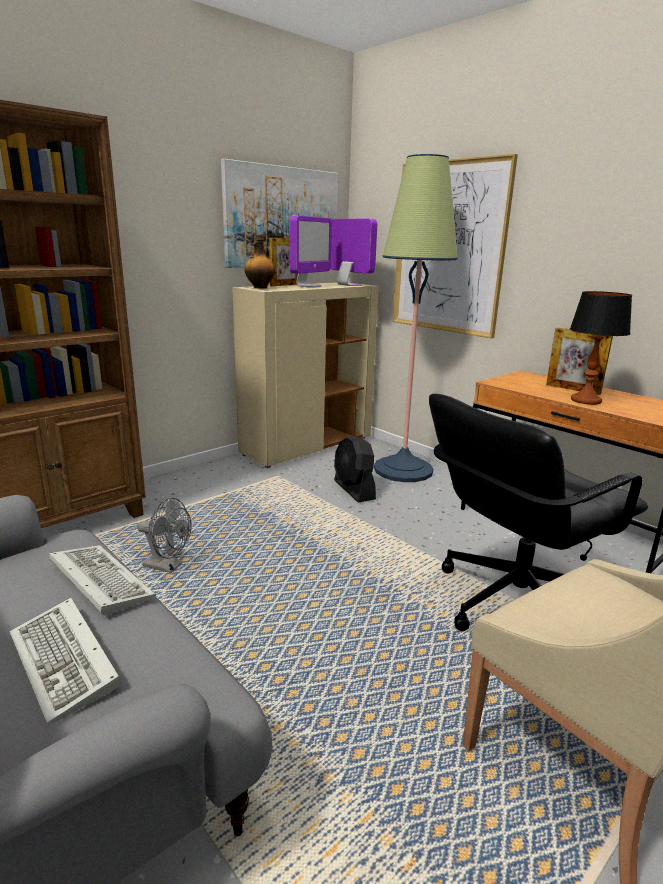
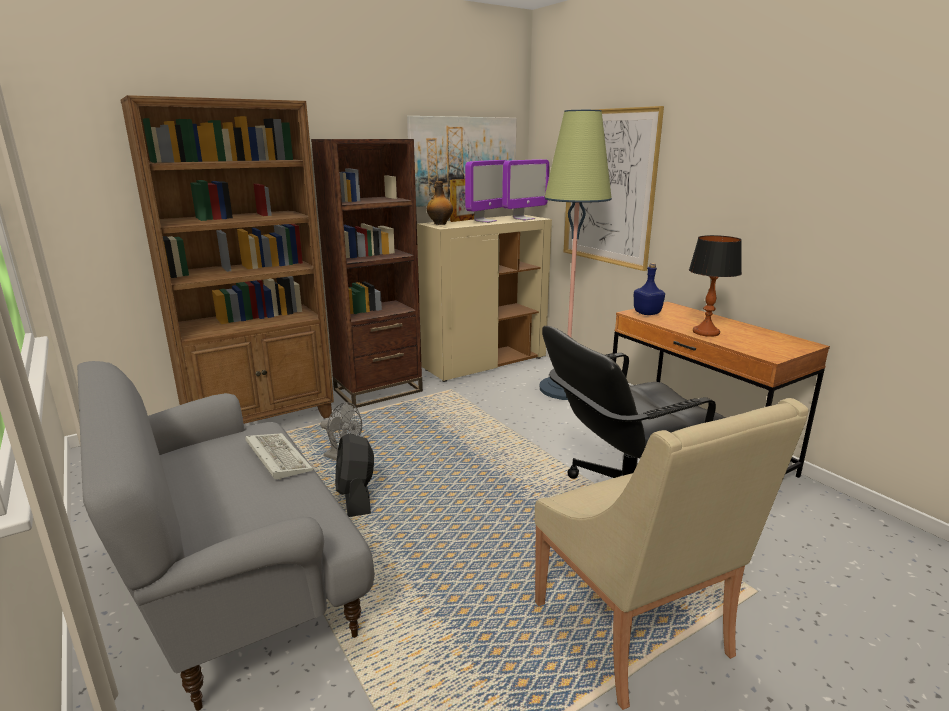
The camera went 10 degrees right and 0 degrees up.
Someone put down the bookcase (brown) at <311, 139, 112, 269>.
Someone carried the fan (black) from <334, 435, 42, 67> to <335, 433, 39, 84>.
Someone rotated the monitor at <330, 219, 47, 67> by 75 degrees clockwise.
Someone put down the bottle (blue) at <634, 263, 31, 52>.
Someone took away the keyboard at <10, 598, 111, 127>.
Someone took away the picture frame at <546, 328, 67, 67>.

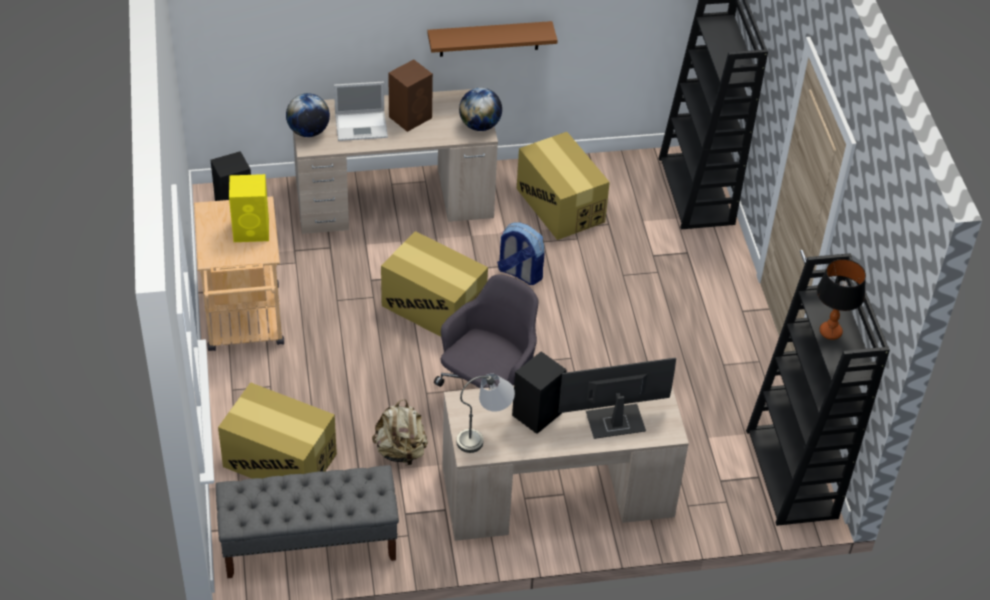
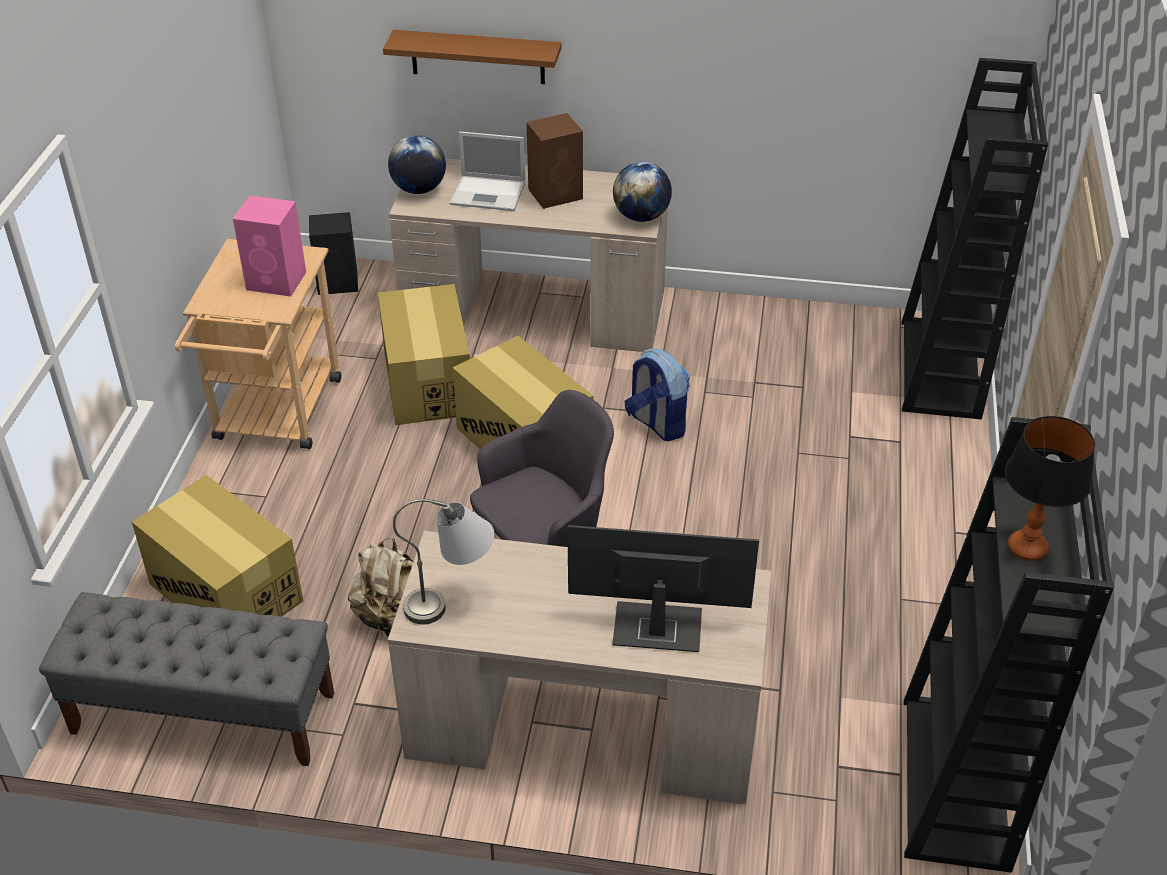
The camera went 20 degrees right and 5 degrees down.
Someone repainted the speaker (yellow) at <229, 174, 40, 68>, which became the speaker (pink) at <233, 195, 73, 102>.
Someone carried the cardboard box from <517, 132, 93, 108> to <378, 284, 92, 141>.
Someone carried the shelf (brown) from <427, 21, 131, 36> to <383, 30, 179, 54>.
Someone took away the speaker (black) at <512, 351, 55, 83>.

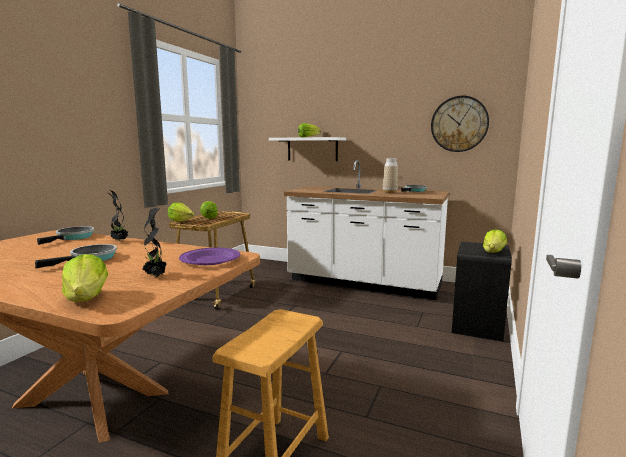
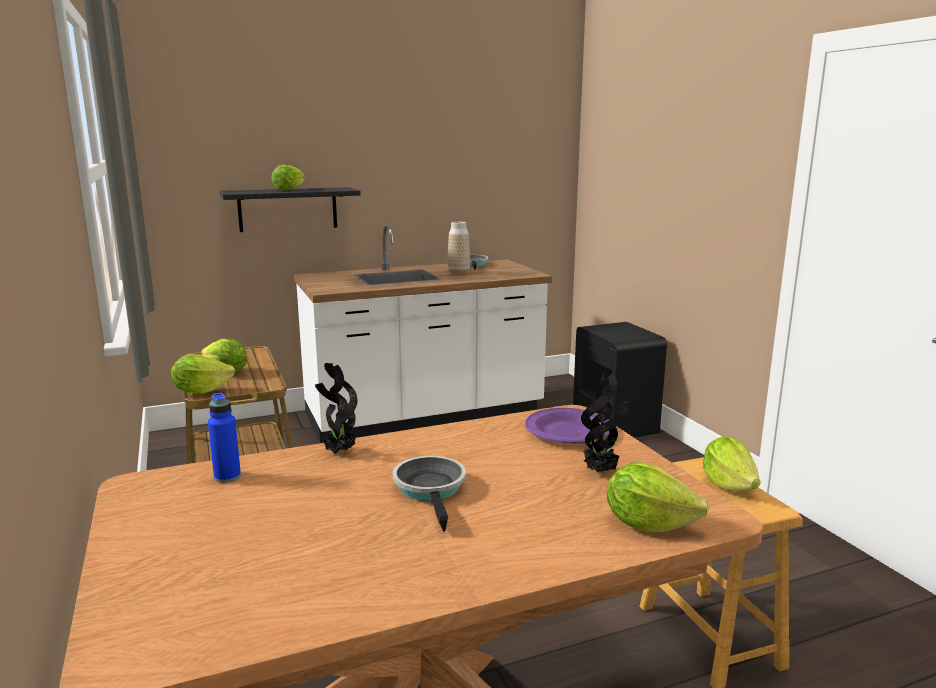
The camera went 45 degrees left and 5 degrees up.
Someone swapped the frying pan at <37, 226, 57, 19> for the bottle (blue) at <208, 393, 33, 90>.
Someone repainted the shelf (white) at <269, 137, 77, 24>, which became the shelf (black) at <220, 187, 141, 45>.
Someone carried the lettuce from <483, 229, 24, 24> to <703, 436, 58, 56>.
Someone took away the wall clock at <431, 96, 58, 56>.

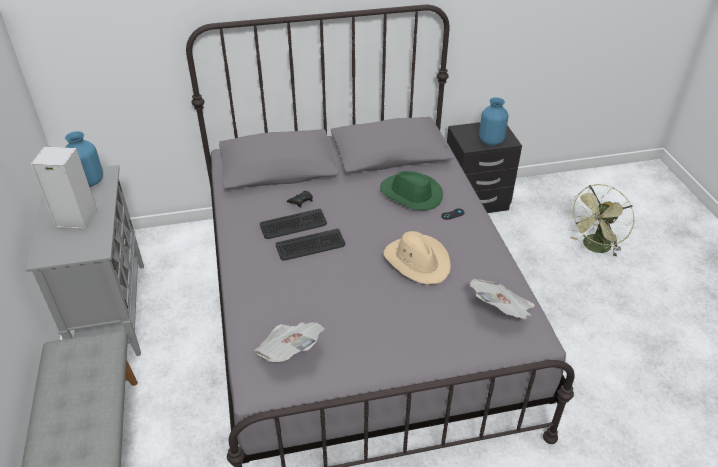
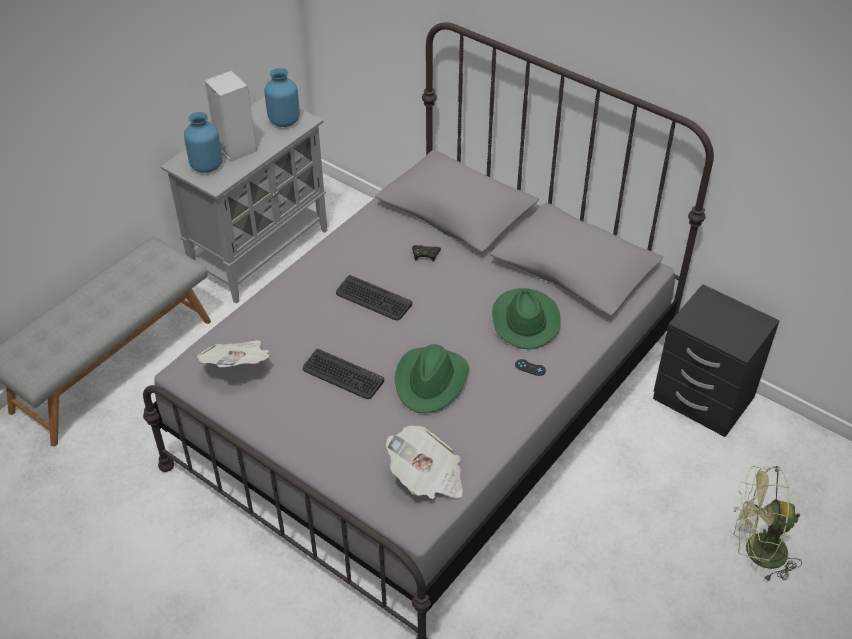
The camera went 50 degrees right and 5 degrees up.
Someone carried the vase (blue) from <479, 98, 30, 47> to <184, 112, 38, 61>.
Someone carried the keyboard from <260, 209, 67, 30> to <303, 349, 81, 50>.
Someone repainted the hat (beige) at <384, 231, 67, 53>, which became the hat (green) at <395, 344, 74, 69>.

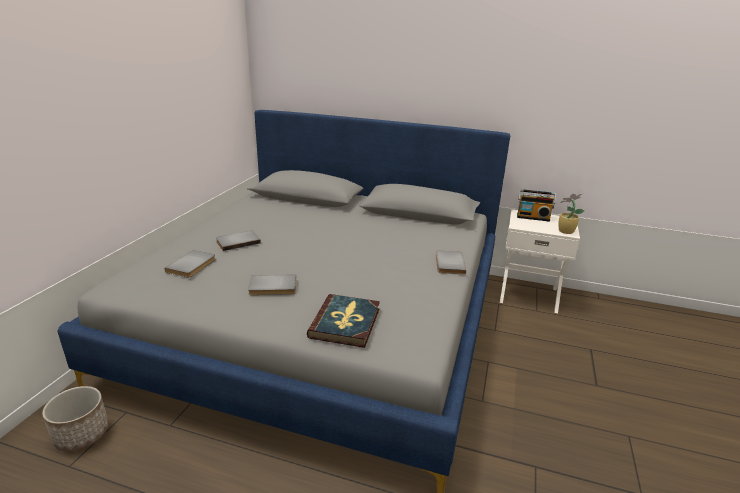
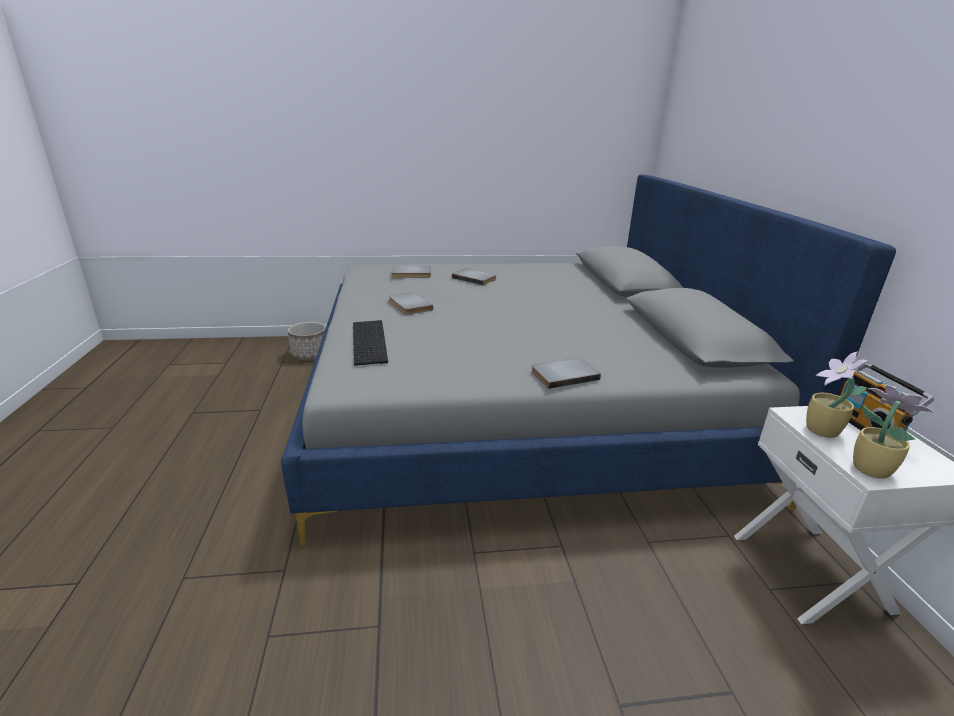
The camera went 65 degrees right and 0 degrees up.
Someone swapped the book at <307, 294, 73, 54> for the keyboard at <353, 320, 35, 46>.
Someone put down the potted plant at <806, 351, 63, 87>.

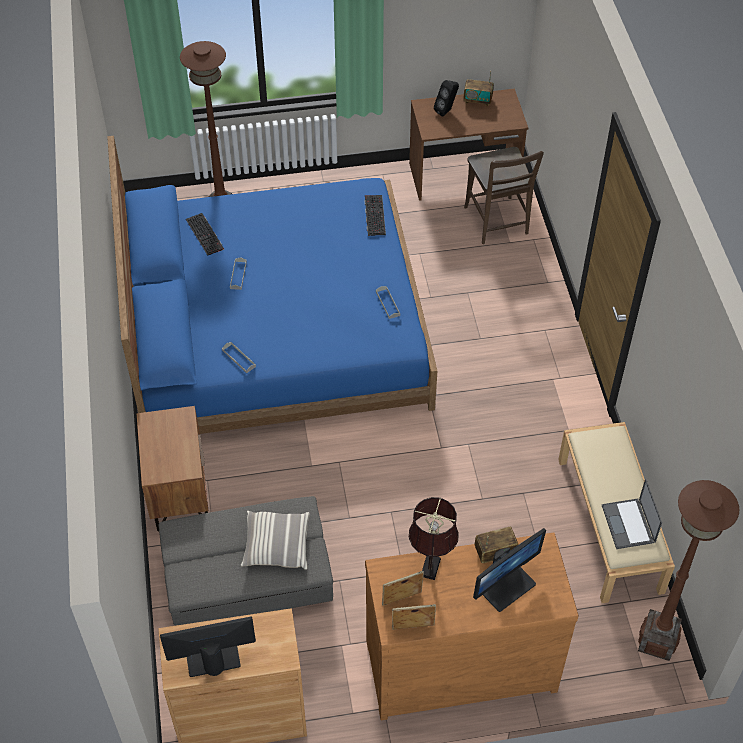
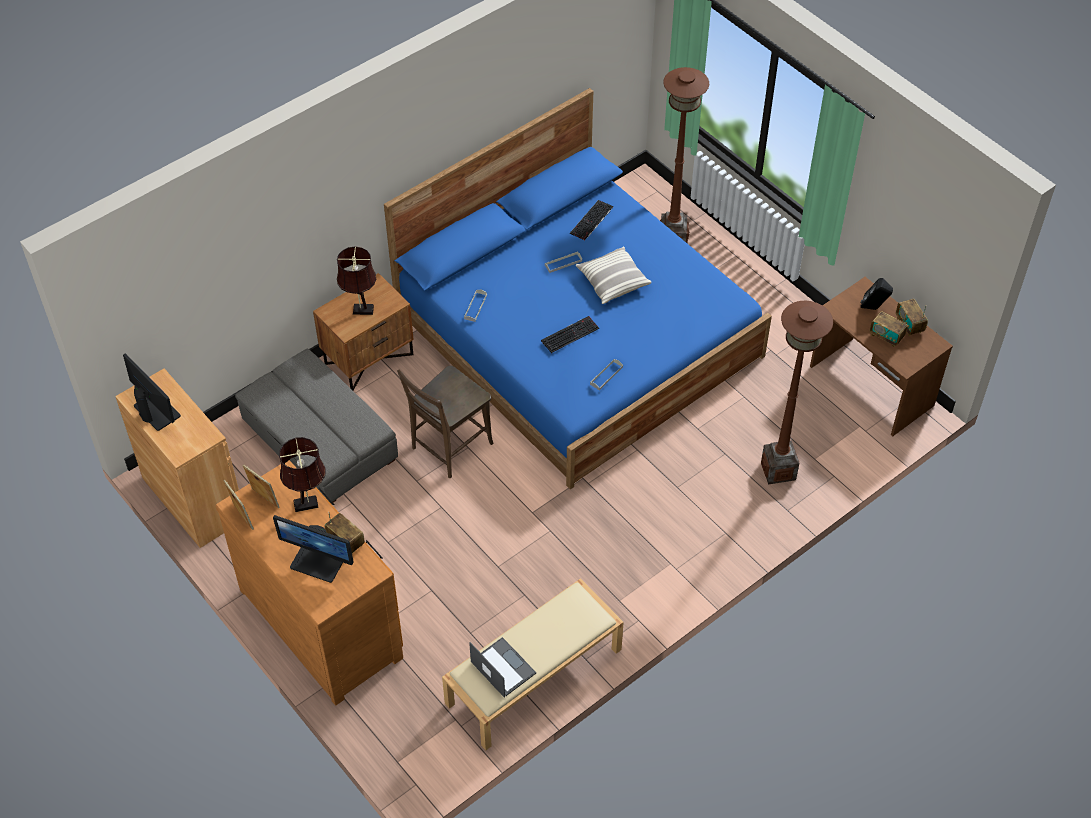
The camera went 60 degrees right and 0 degrees up.
Someone put down the table lamp (brown) at <337, 246, 39, 69>.
Someone carried the chair (brown) from <464, 147, 80, 97> to <397, 365, 96, 113>.
Someone rotated the laptop at <602, 479, 60, 70> by 90 degrees clockwise.
Someone carried the keyboard from <364, 195, 22, 41> to <541, 316, 58, 37>.
Someone carried the pillow from <241, 511, 69, 59> to <576, 246, 76, 58>.
Someone carried the floor lamp (brown) from <638, 480, 102, 181> to <761, 301, 72, 183>.
Someone put down the radio at <870, 311, 38, 36>.

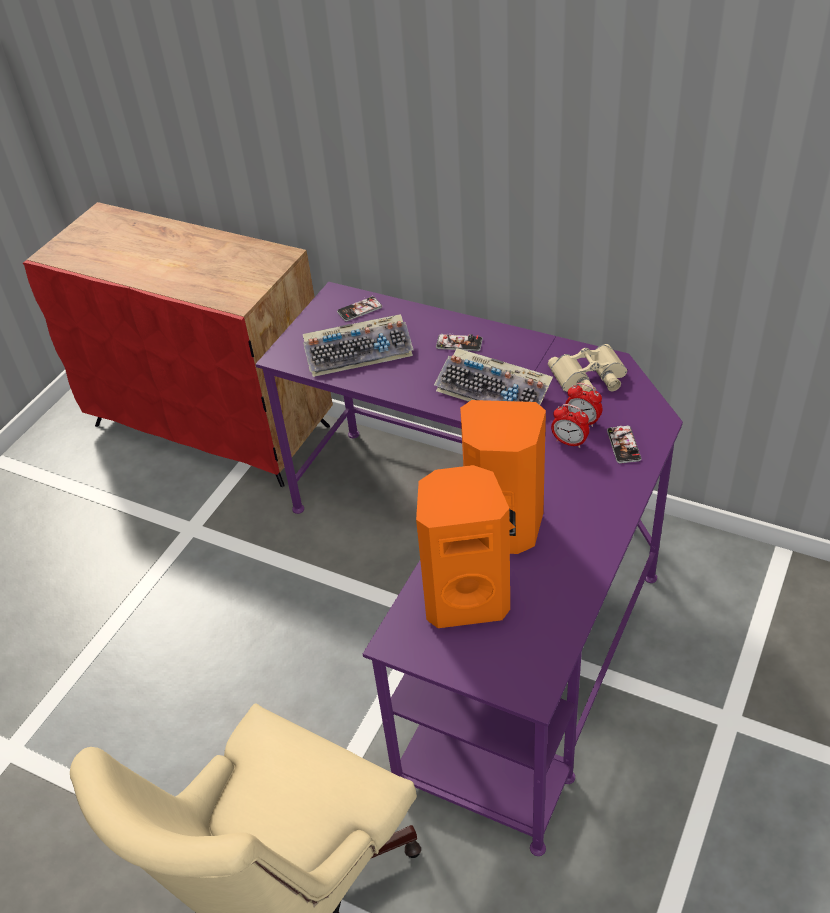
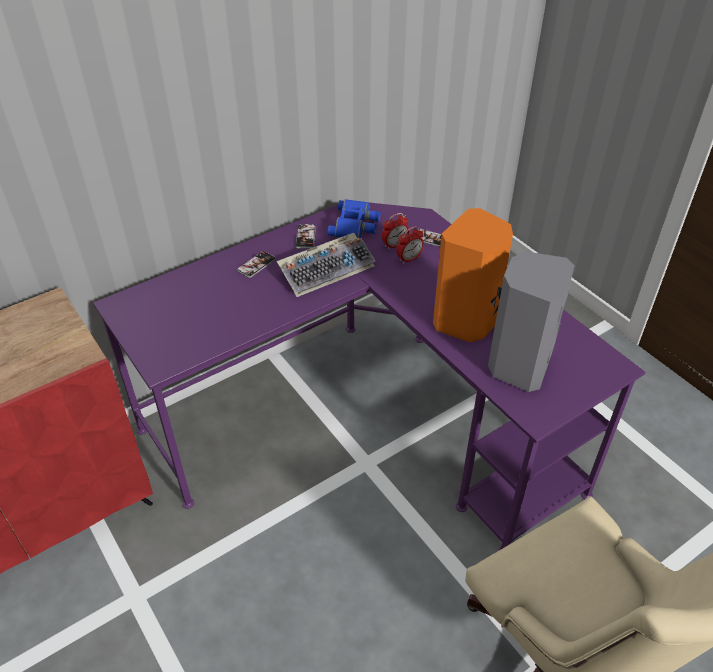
The camera went 65 degrees left and 0 degrees up.
Someone carried the phone from <337, 296, 46, 25> to <296, 224, 20, 25>.
Someone repainted the binoculars (beige) at <548, 344, 79, 48>, which became the binoculars (blue) at <328, 199, 52, 40>.
Someone repainted the speaker (orange) at <416, 465, 94, 163>, which became the speaker (grey) at <488, 251, 87, 141>.
Someone took away the keyboard at <303, 314, 111, 63>.

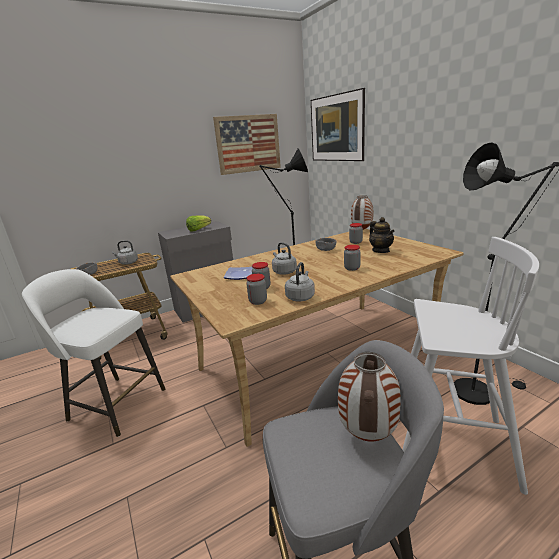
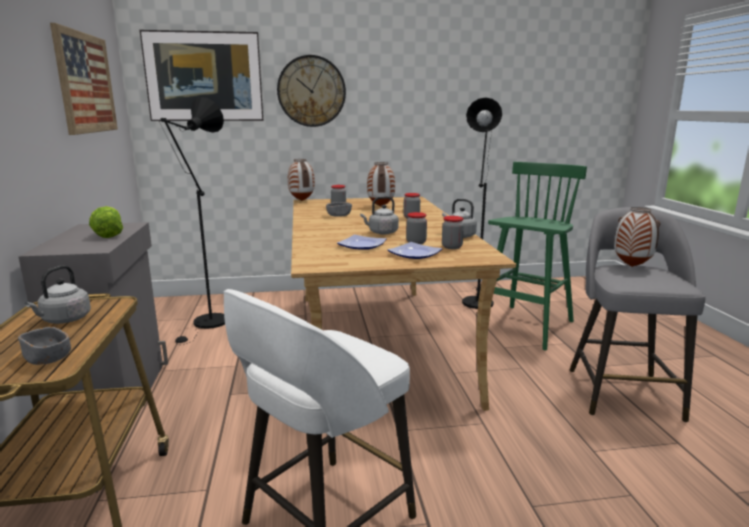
The camera went 70 degrees left and 5 degrees down.
Someone put up the wall clock at <277, 55, 69, 72>.
Someone swapped the teapot at <369, 217, 26, 36> for the vase at <367, 162, 28, 45>.
Someone put down the plate at <387, 242, 55, 17>.
Someone repainted the stool (white) at <402, 237, 137, 258>, which became the stool (green) at <488, 162, 99, 189>.

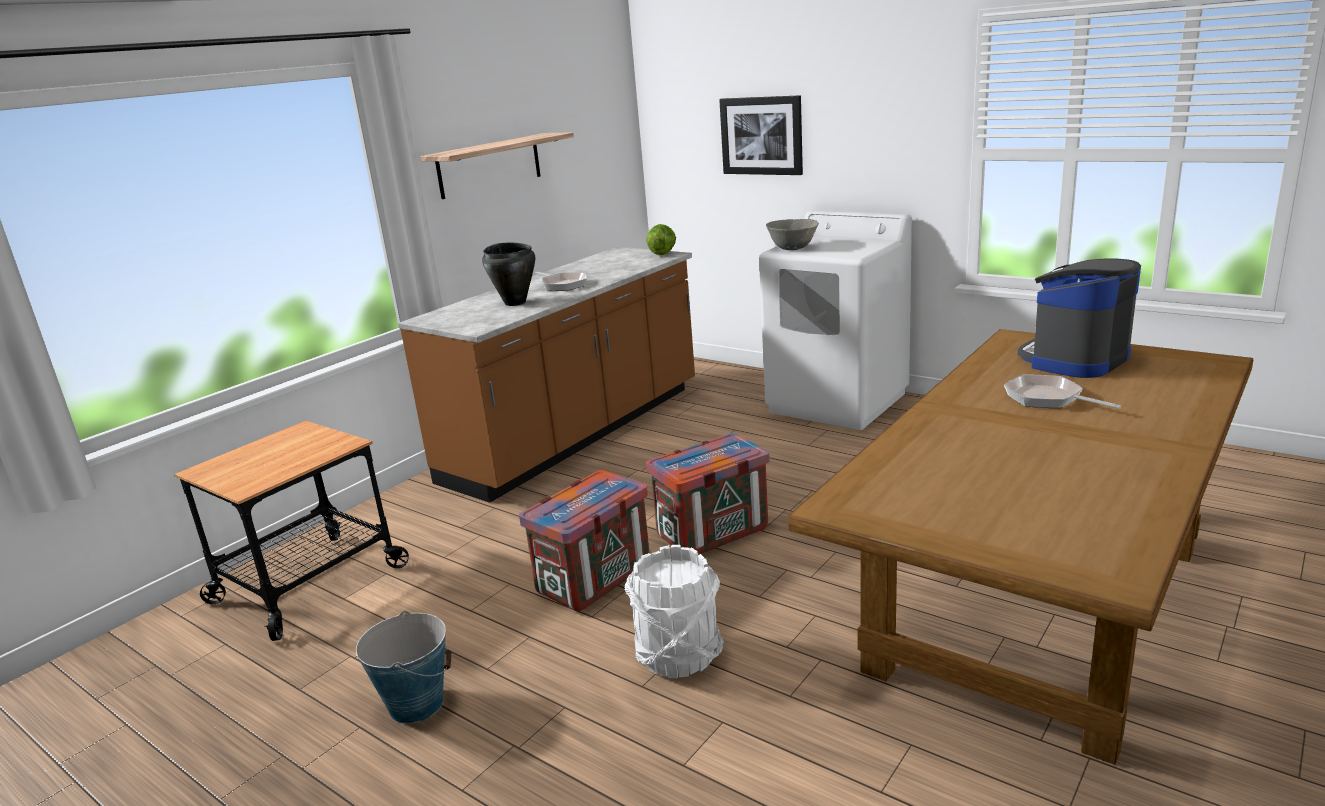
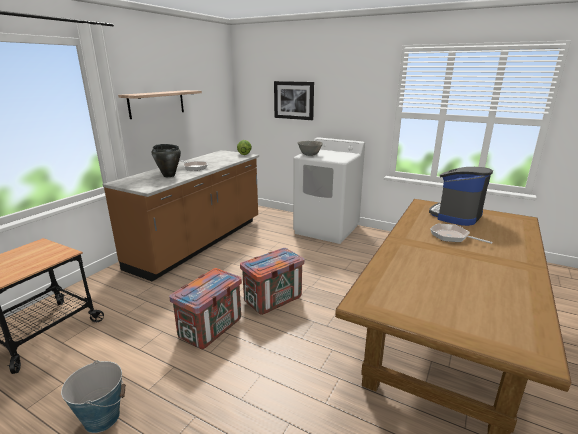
The camera went 10 degrees left and 0 degrees up.
Someone took away the bucket (white) at <624, 545, 100, 133>.

